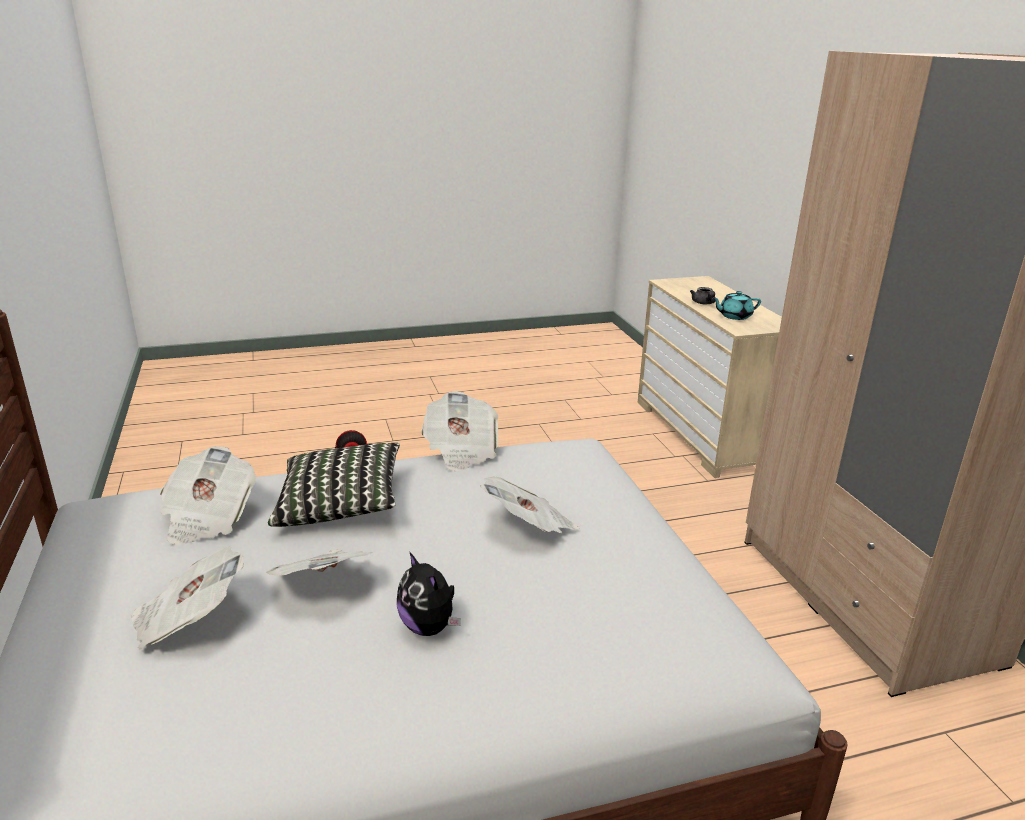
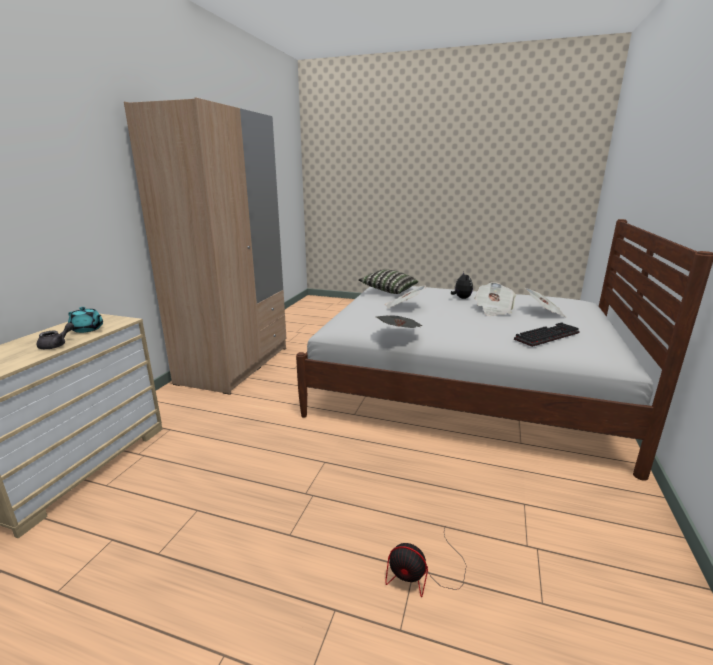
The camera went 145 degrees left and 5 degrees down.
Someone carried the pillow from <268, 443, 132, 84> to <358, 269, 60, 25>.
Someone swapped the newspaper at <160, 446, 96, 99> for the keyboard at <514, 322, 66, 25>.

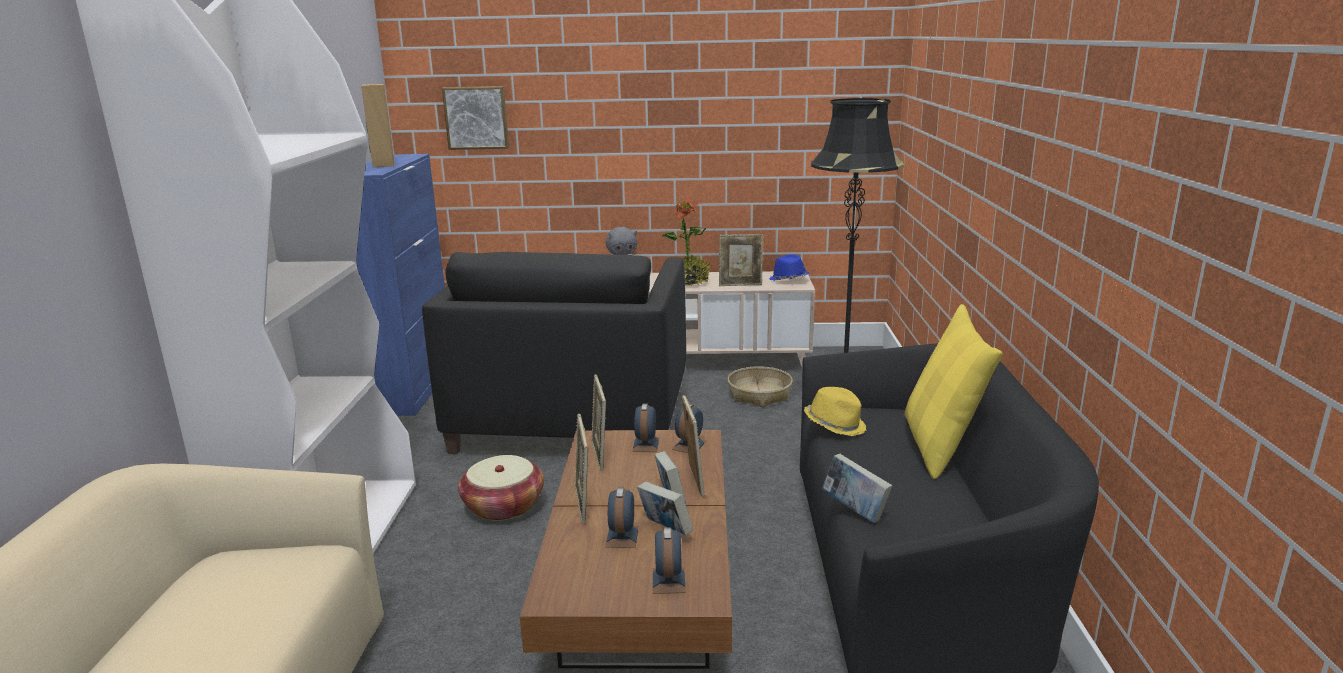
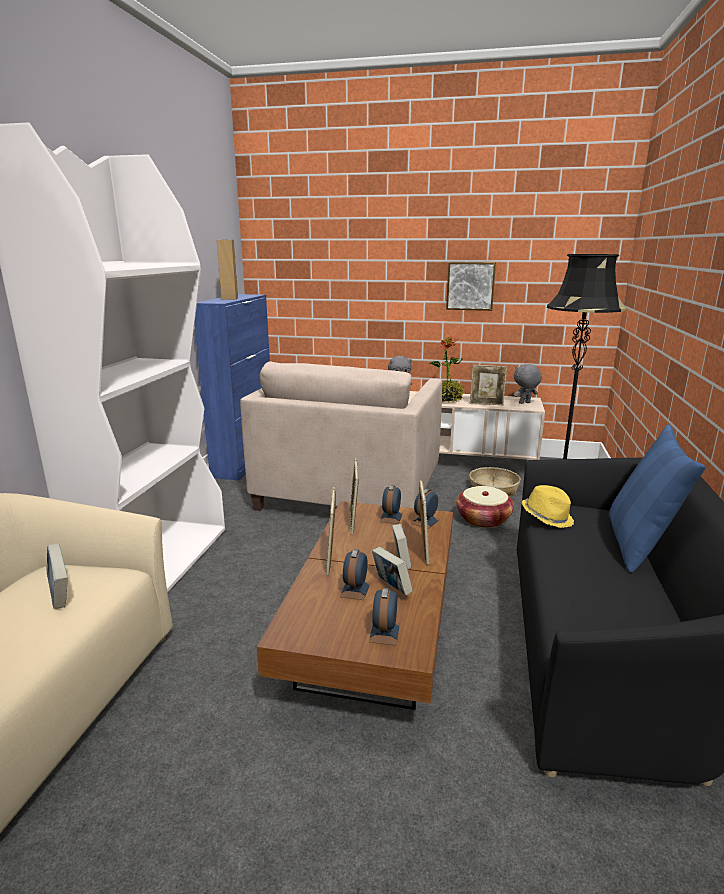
The camera went 10 degrees right and 0 degrees up.
Someone carried the book from <822, 454, 70, 69> to <47, 544, 21, 65>.
Someone repainted the armchair (black) at <422, 252, 264, 202>, which became the armchair (beige) at <240, 362, 202, 149>.
Someone carried the picture from <442, 86, 67, 64> to <446, 262, 50, 49>.
Someone carried the basket from <458, 455, 86, 66> to <456, 486, 58, 42>.
Someone swapped the hat (blue) at <769, 254, 40, 27> for the plush toy (grey) at <514, 364, 28, 40>.
Someone repainted the pillow (yellow) at <905, 304, 98, 175>, which became the pillow (blue) at <609, 425, 96, 148>.

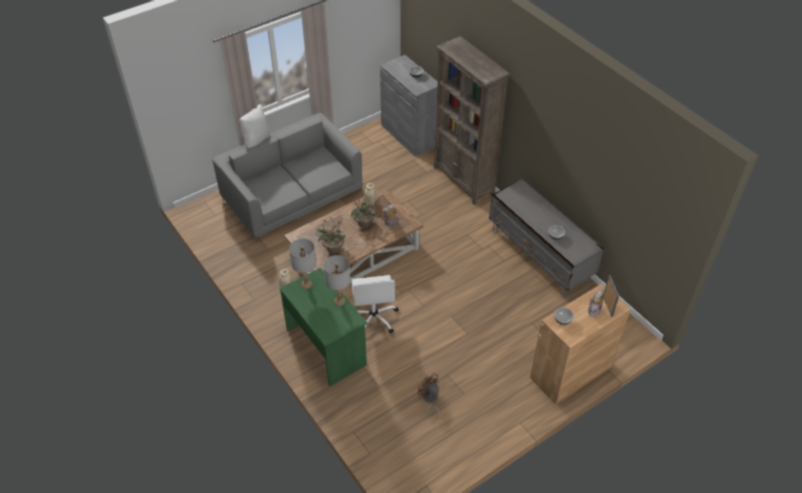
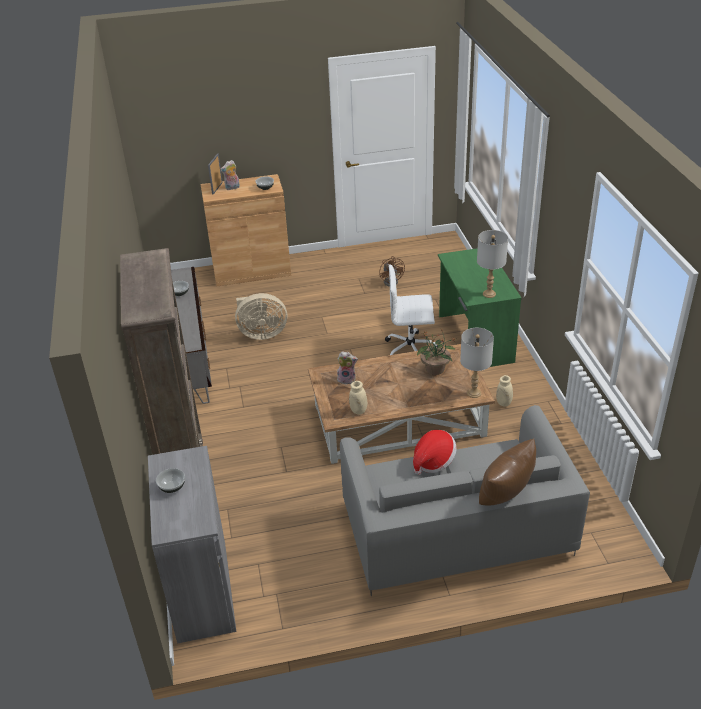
The camera went 155 degrees left and 10 degrees down.
Someone put down the fan (beige) at <235, 293, 52, 47>.
Someone rotated the office chair (white) at <351, 275, 48, 58> by 105 degrees counterclockwise.
Someone put down the hat at <413, 430, 43, 44>.
Someone carried the table lamp (grey) from <324, 255, 26, 51> to <460, 328, 34, 70>.
Someone repainted the pillow (white) at <239, 104, 31, 44>, which became the pillow (brown) at <479, 438, 57, 68>.
Someone took away the potted plant at <351, 195, 27, 33>.

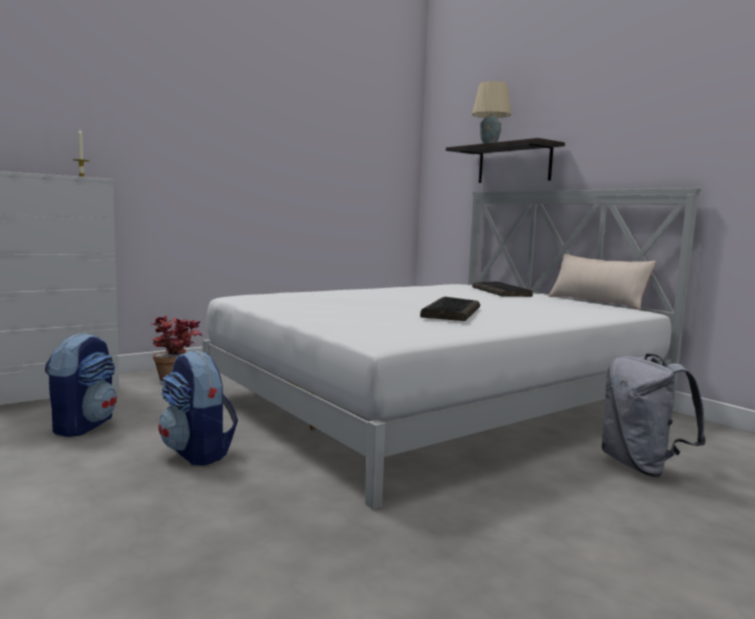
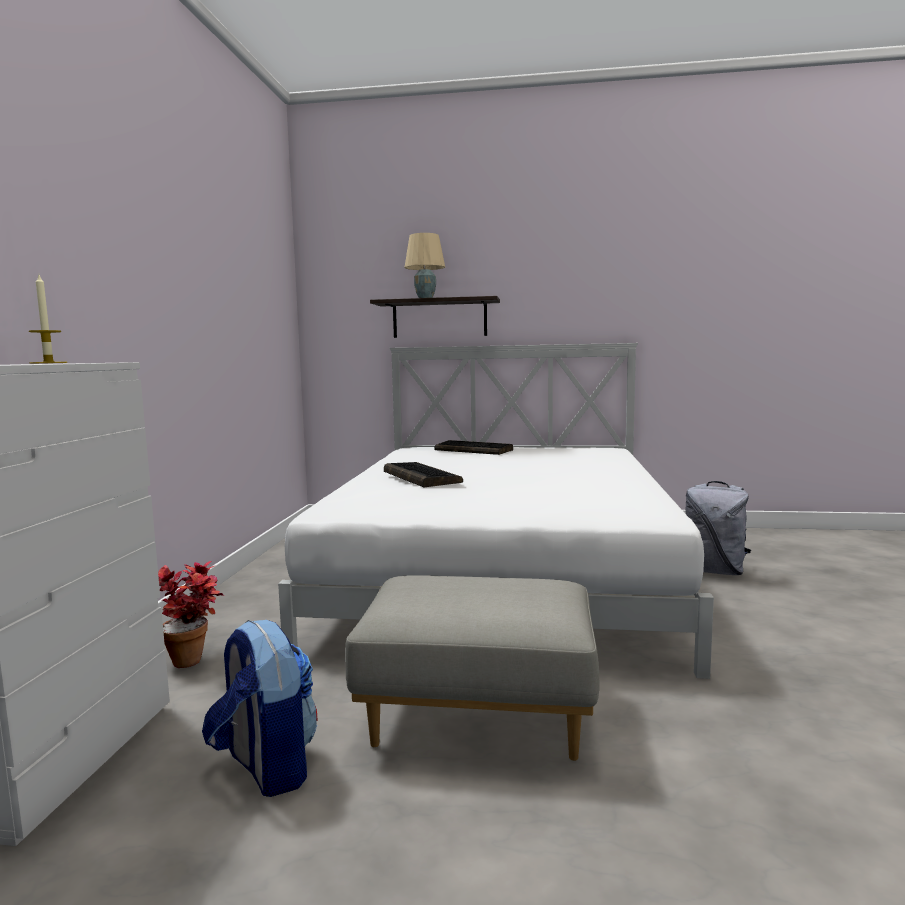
The camera went 45 degrees left and 0 degrees up.
Someone swapped the backpack at <158, 351, 80, 115> for the ottoman (grey) at <345, 575, 255, 186>.
Someone carried the keyboard from <420, 297, 60, 24> to <384, 462, 79, 25>.
Someone took away the pillow (beige) at <548, 254, 109, 56>.

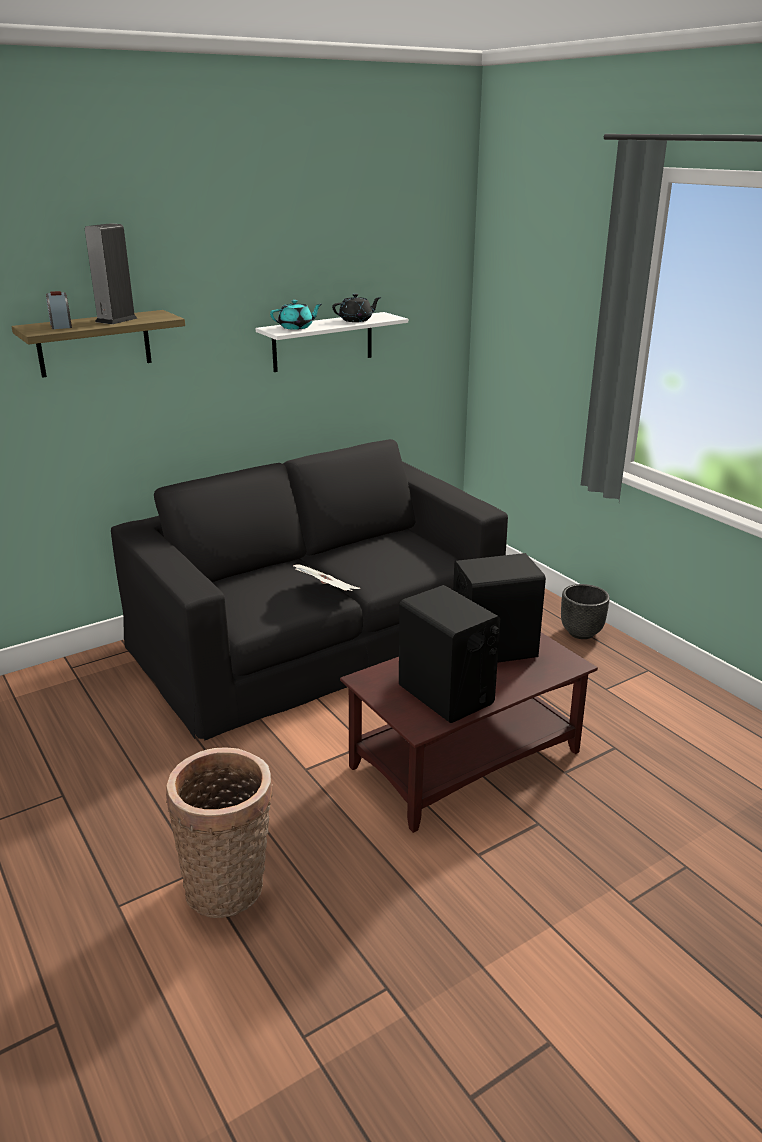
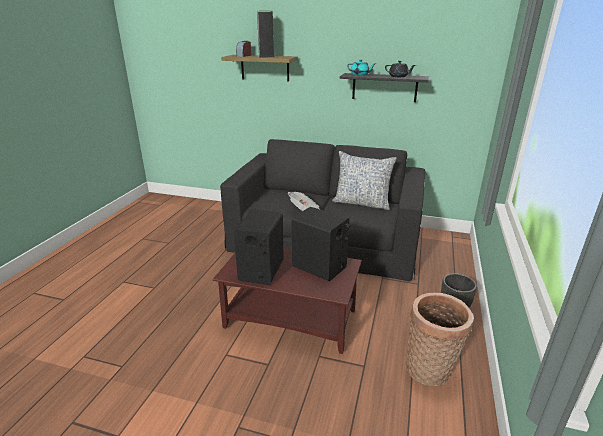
The camera went 50 degrees right and 0 degrees up.
Someone put down the pillow at <332, 151, 65, 59>.
Someone repainted the shelf (white) at <256, 312, 152, 60>, which became the shelf (black) at <340, 73, 89, 29>.
Someone carried the basket from <166, 747, 107, 171> to <405, 293, 69, 93>.

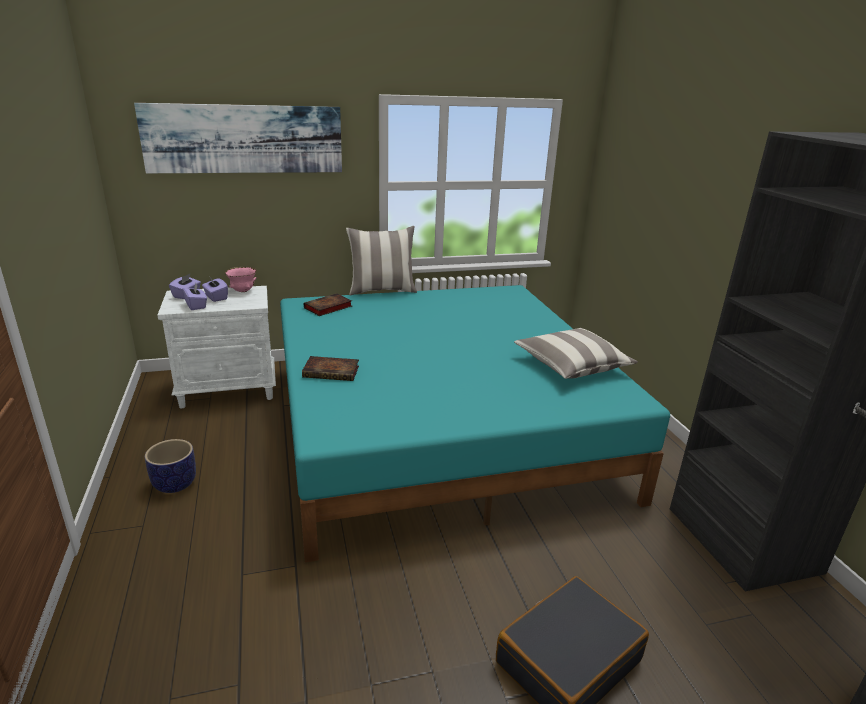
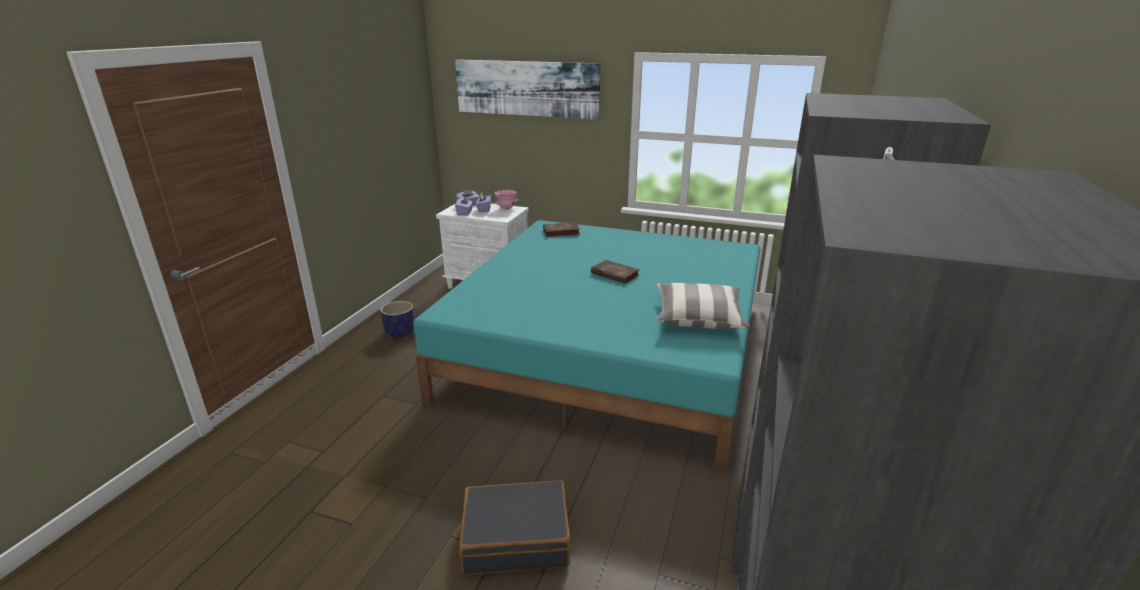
The camera went 35 degrees right and 0 degrees up.
Someone carried the book from <302, 356, 57, 25> to <591, 260, 48, 24>.
Someone took away the pillow at <346, 226, 71, 69>.

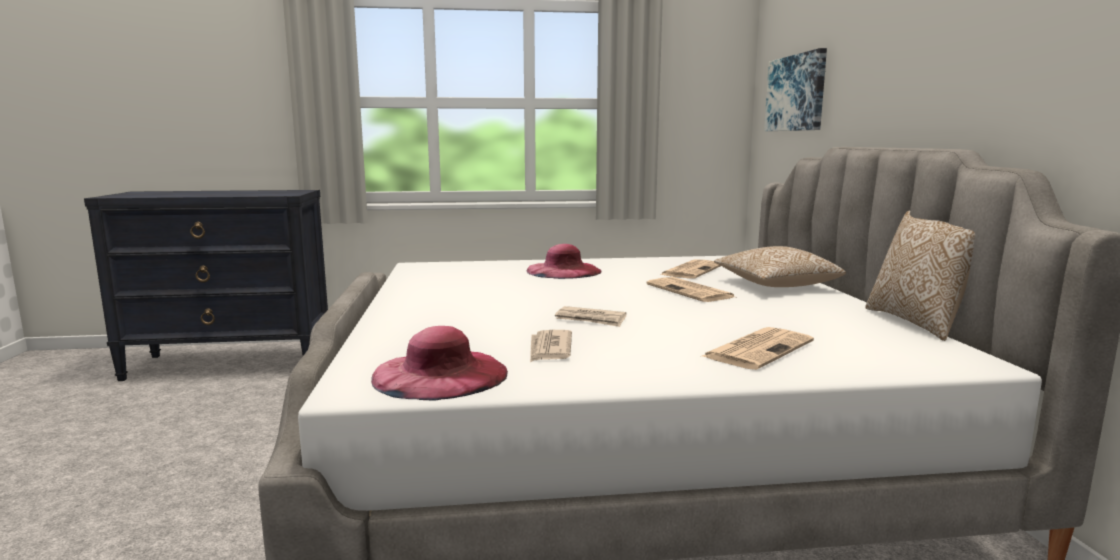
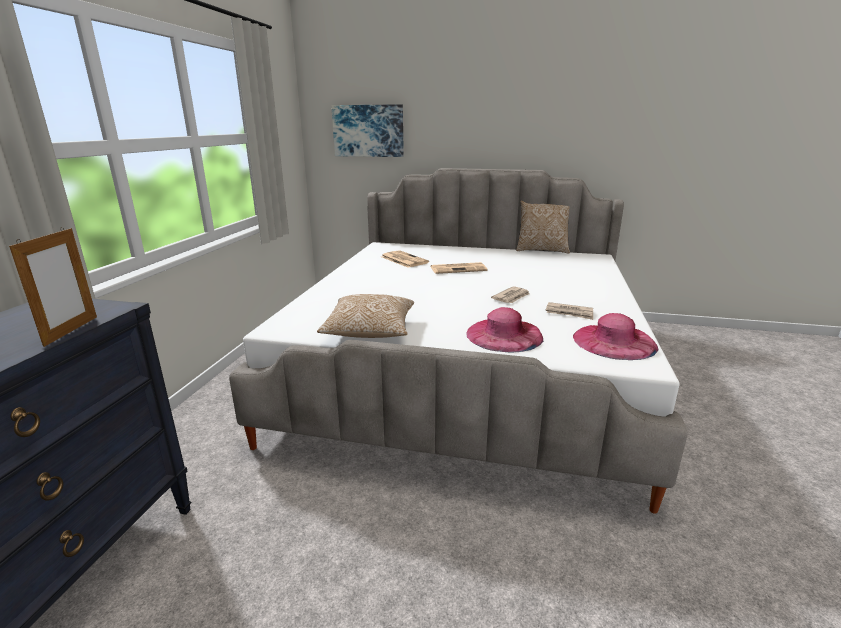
The camera went 70 degrees left and 10 degrees up.
Someone put down the picture frame at <9, 227, 88, 120>.
Someone carried the pillow from <714, 246, 132, 41> to <317, 294, 97, 44>.
Someone carried the hat (pink) from <527, 244, 75, 35> to <466, 307, 77, 45>.
Someone took away the newspaper at <700, 327, 114, 43>.

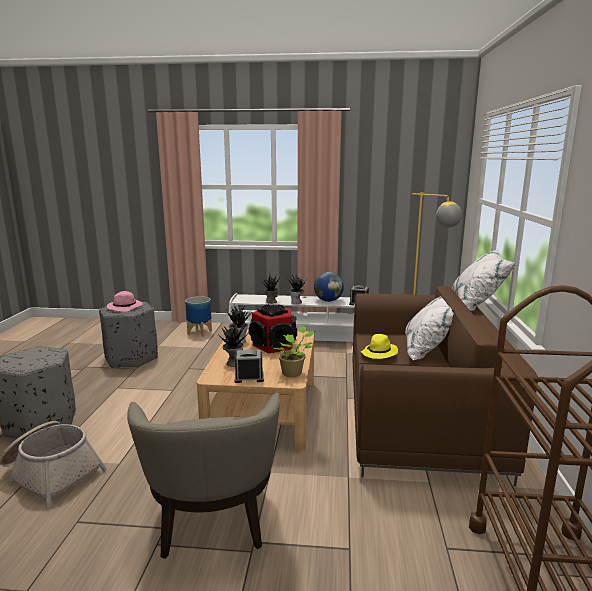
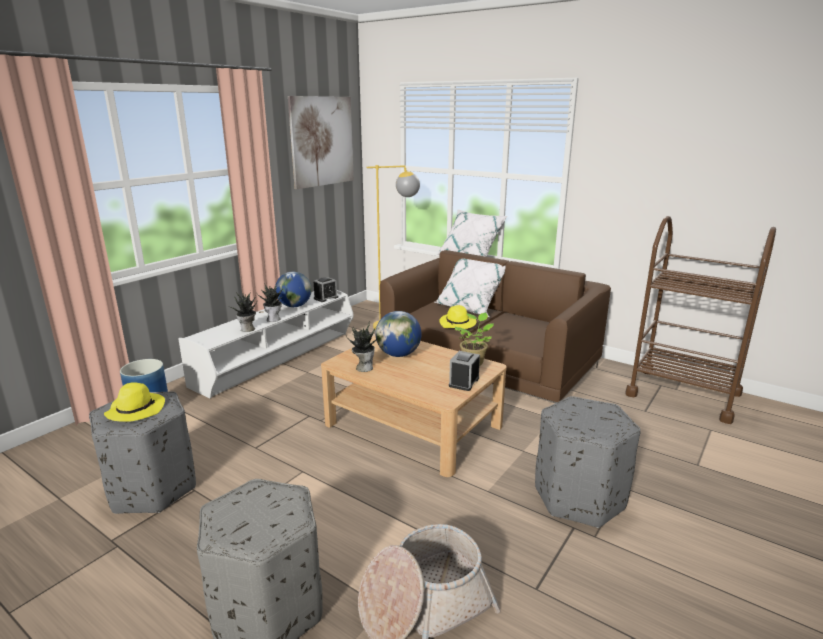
The camera went 60 degrees left and 5 degrees up.
Someone repainted the hat (pink) at <107, 291, 35, 21>, which became the hat (yellow) at <104, 382, 61, 40>.
Someone put up the picture at <288, 96, 66, 93>.
Someone swapped the speaker at <249, 305, 48, 48> for the globe at <375, 311, 47, 46>.
Someone swapped the armchair (beige) at <127, 393, 153, 166> for the ottoman (grey) at <535, 396, 106, 132>.
Someone took away the potted plant at <218, 320, 31, 47>.

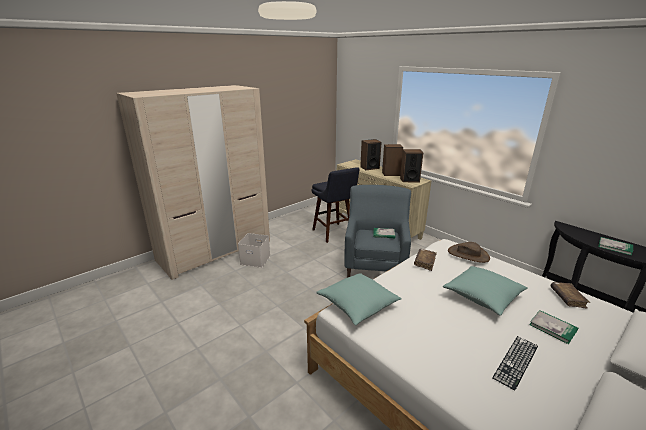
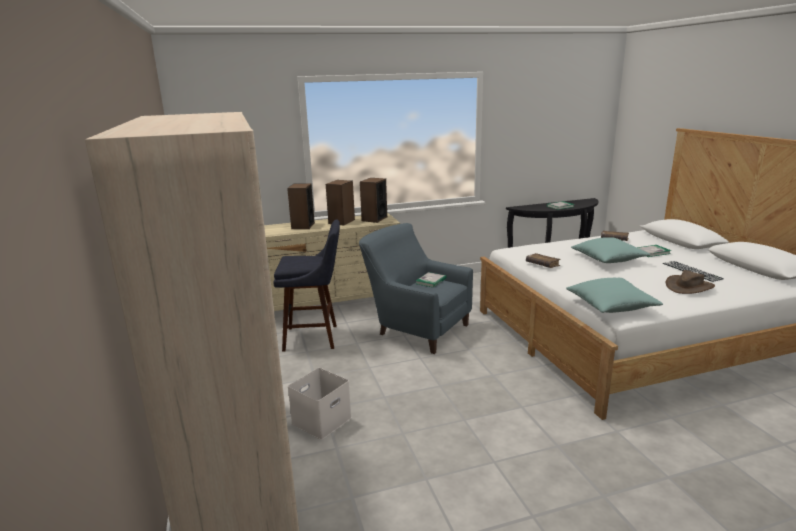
The camera went 65 degrees left and 5 degrees down.
Someone carried the hat (brown) from <448, 242, 42, 21> to <666, 270, 49, 24>.

